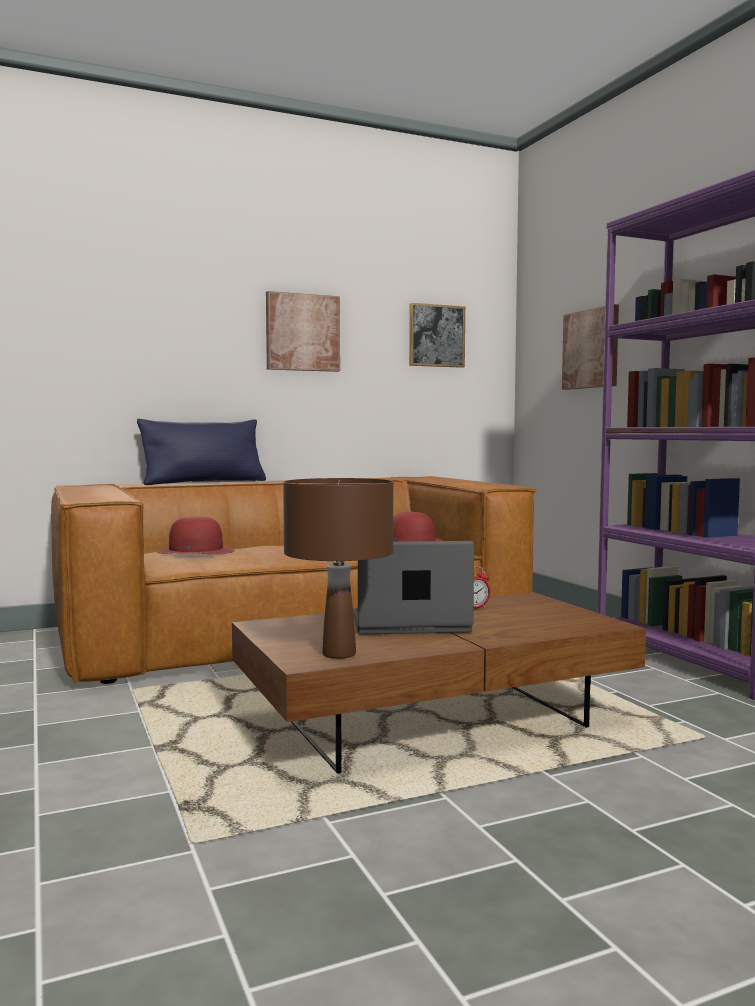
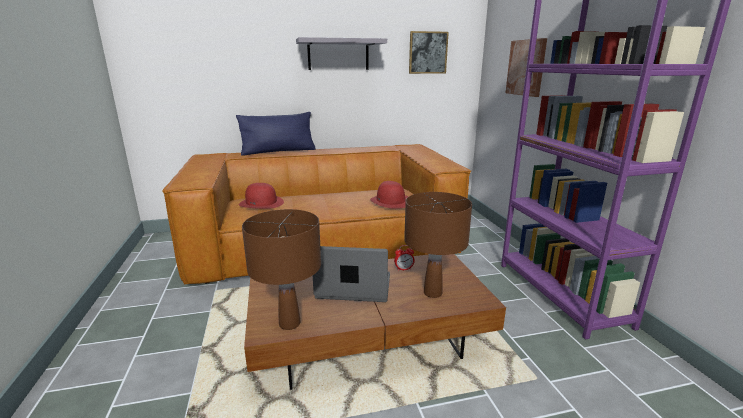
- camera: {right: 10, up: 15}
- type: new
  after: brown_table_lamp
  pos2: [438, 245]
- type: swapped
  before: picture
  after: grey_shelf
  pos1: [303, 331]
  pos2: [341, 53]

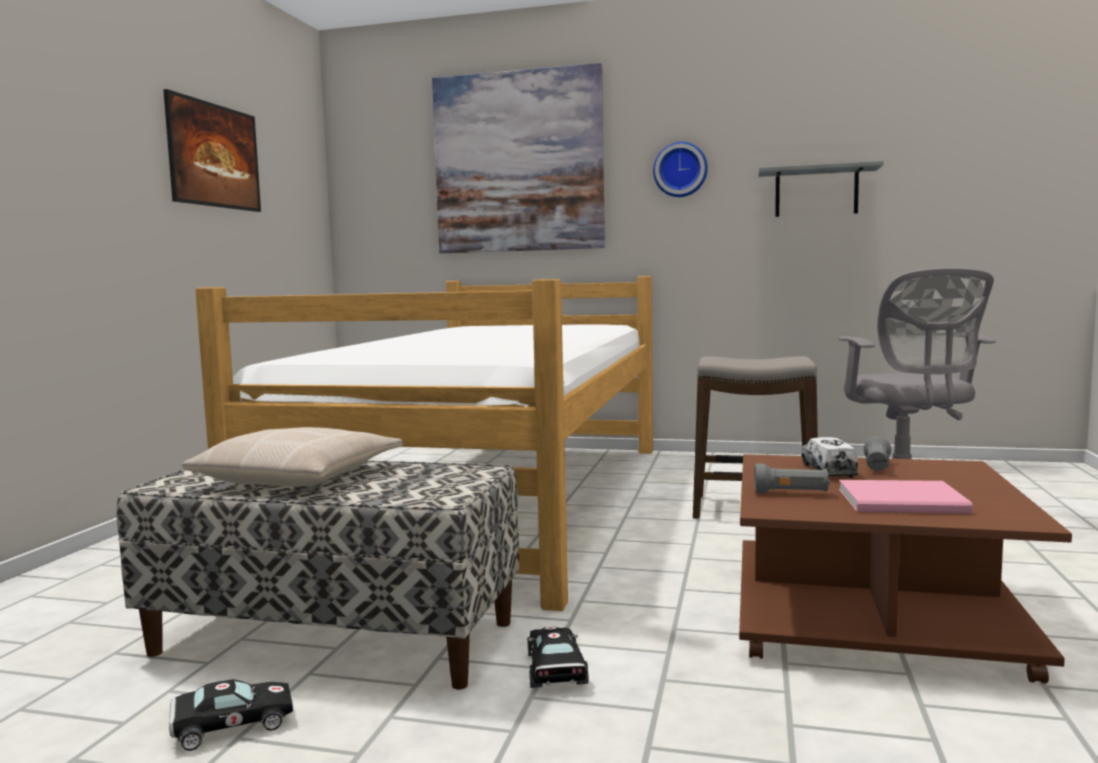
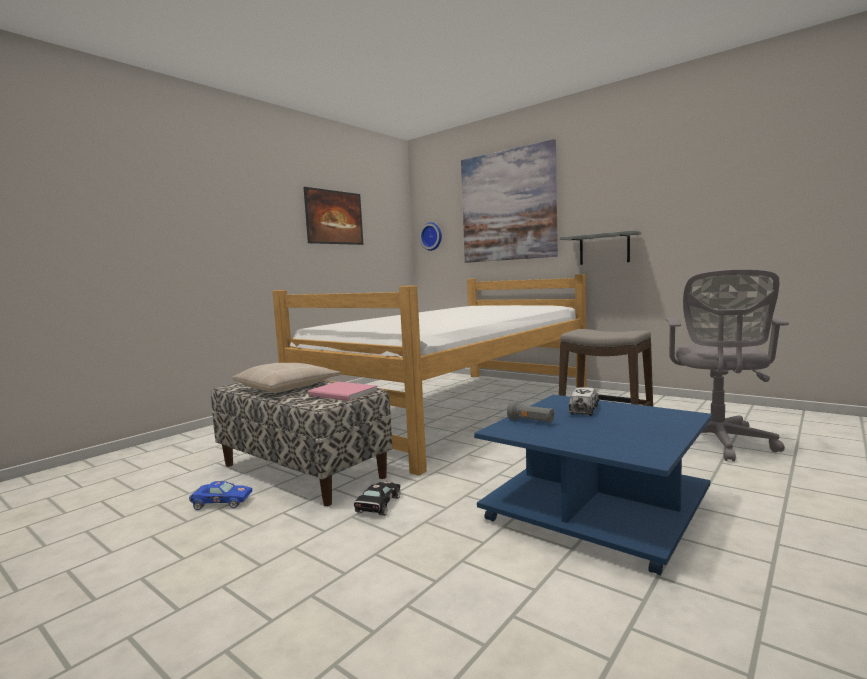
- camera: {right: 25, up: 0}
- type: gone
  before: grey_flashlight
  pos1: [877, 453]
- type: shifted
  before: wall_clock
  pos1: [680, 169]
  pos2: [430, 236]
- type: shifted
  before: grey_shelf
  pos1: [821, 189]
  pos2: [600, 248]
- type: shifted
  before: pink_book
  pos1: [906, 497]
  pos2: [342, 391]
- type: repainted
  before: black_toy_car
  after: blue_toy_car
  pos1: [231, 715]
  pos2: [220, 495]
- type: repainted
  before: brown_coffee_table
  after: blue_coffee_table
  pos1: [905, 569]
  pos2: [593, 485]

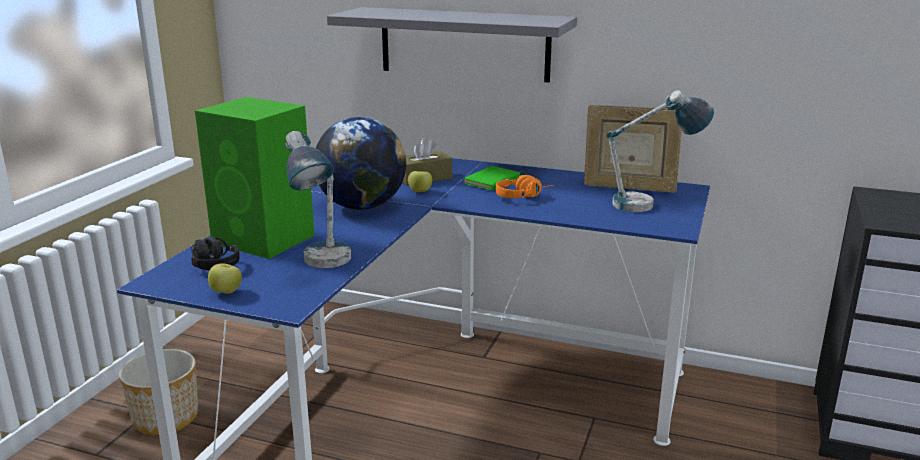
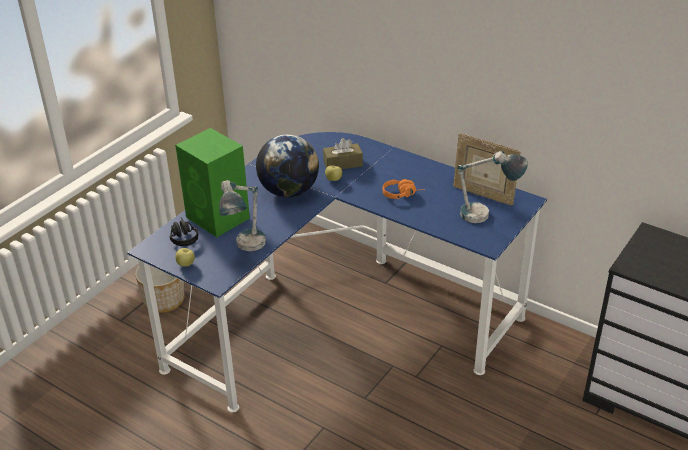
- camera: {right: 15, up: 15}
- type: gone
  before: grey_shelf
  pos1: [452, 45]
- type: gone
  before: green_book
  pos1: [496, 178]

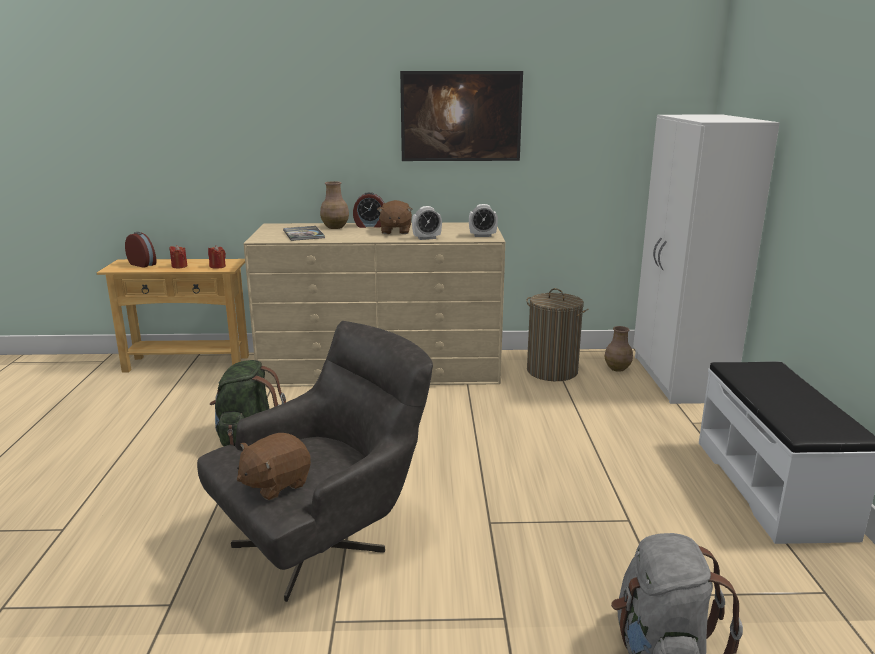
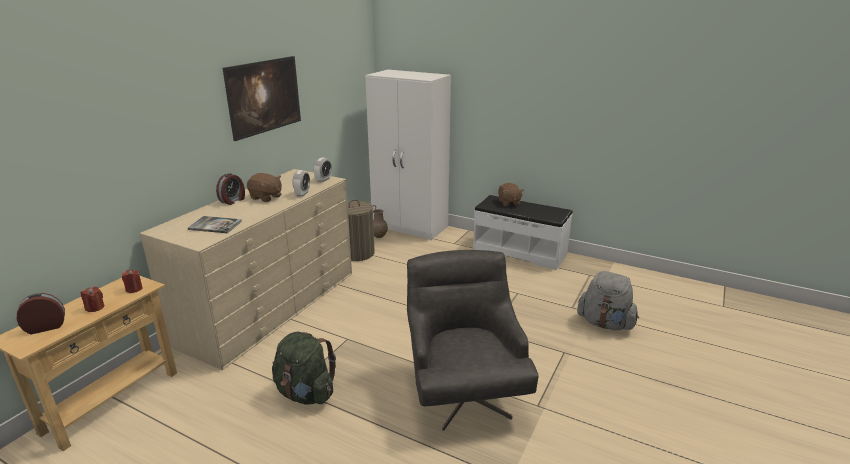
- camera: {right: -60, up: 5}
- type: gone
  before: brown_vase
  pos1: [334, 205]
- type: shifted
  before: brown_plush_toy
  pos1: [274, 466]
  pos2: [511, 194]

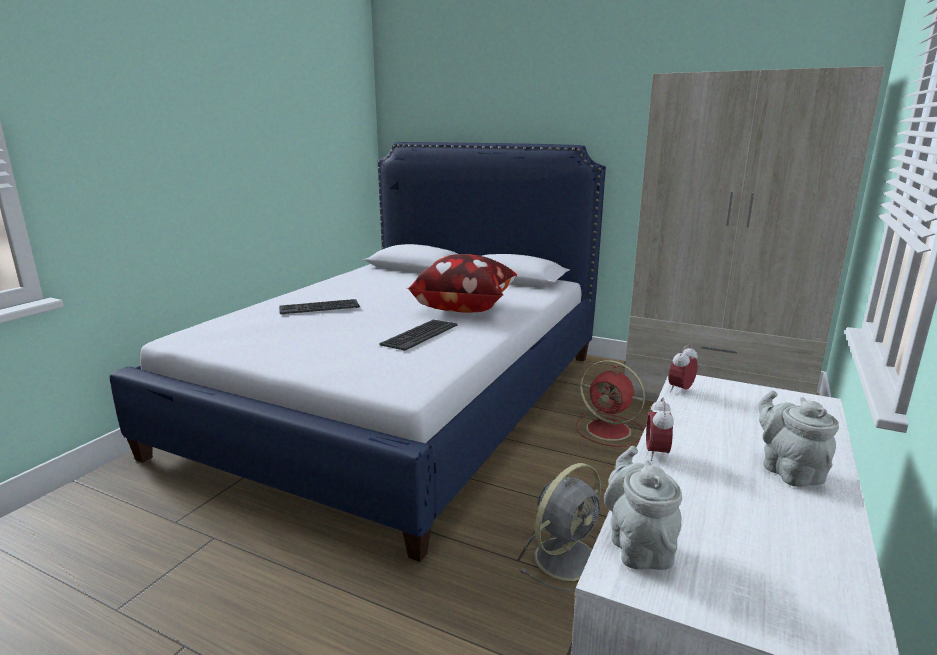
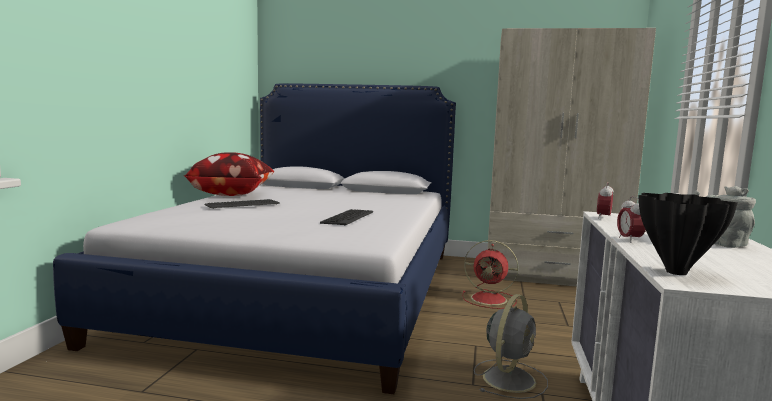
- camera: {right: -15, up: -10}
- type: shifted
  before: pillow
  pos1: [462, 283]
  pos2: [229, 174]
- type: swapped
  before: grey_teapot
  after: black_vase
  pos1: [643, 508]
  pos2: [688, 234]

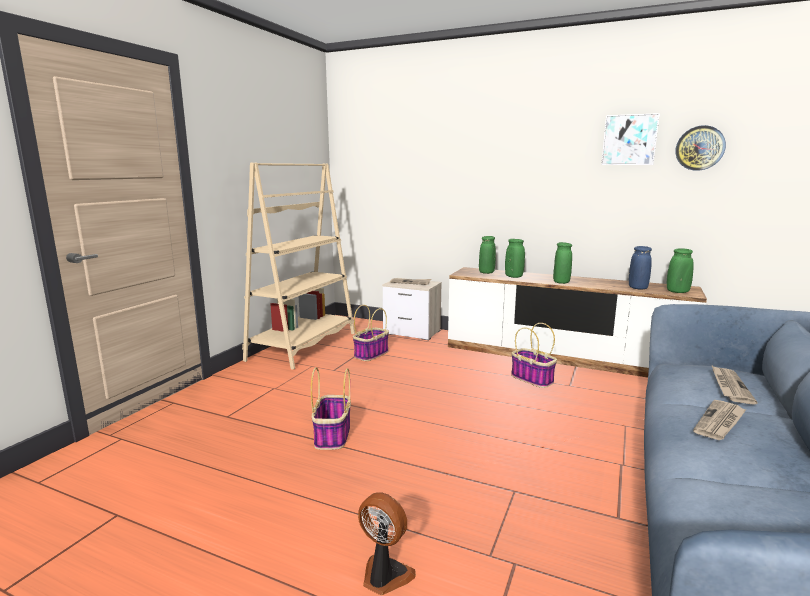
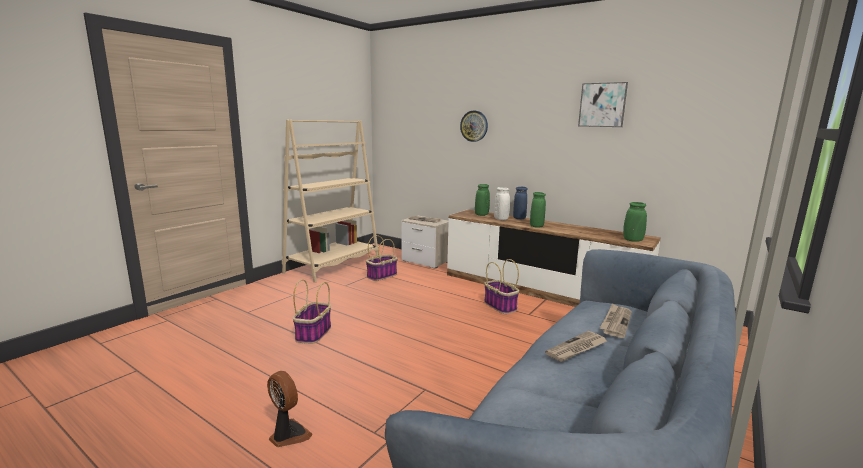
- camera: {right: 10, up: 0}
- type: shifted
  before: blue_vase
  pos1: [640, 268]
  pos2: [520, 203]
- type: shifted
  before: wall_clock
  pos1: [700, 148]
  pos2: [474, 126]
- type: repainted
  before: green_vase
  after: white_vase
  pos1: [515, 258]
  pos2: [502, 203]

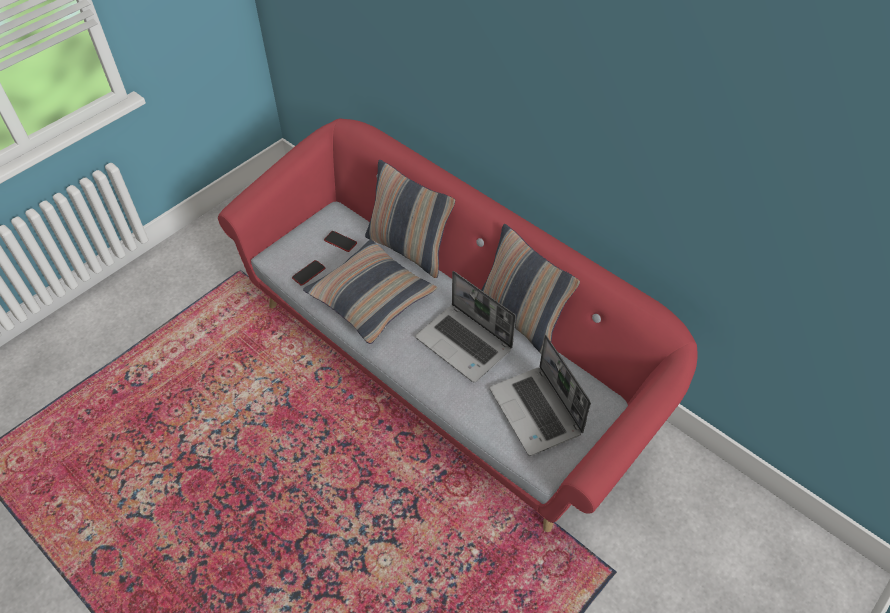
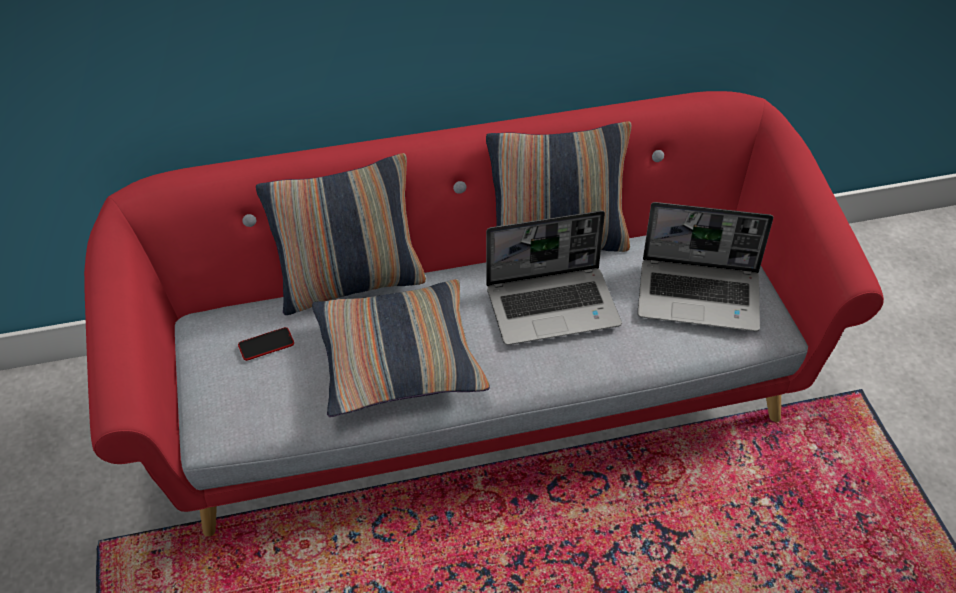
- camera: {right: -55, up: -5}
- type: gone
  before: phone
  pos1: [308, 273]

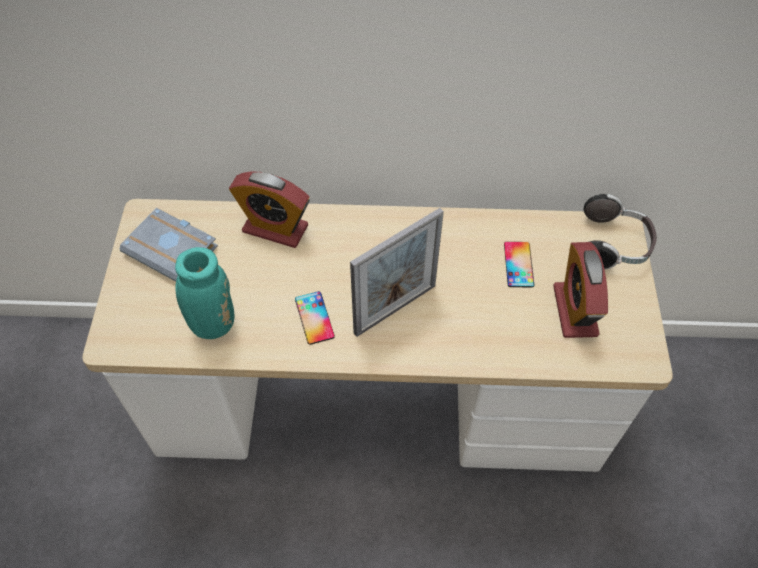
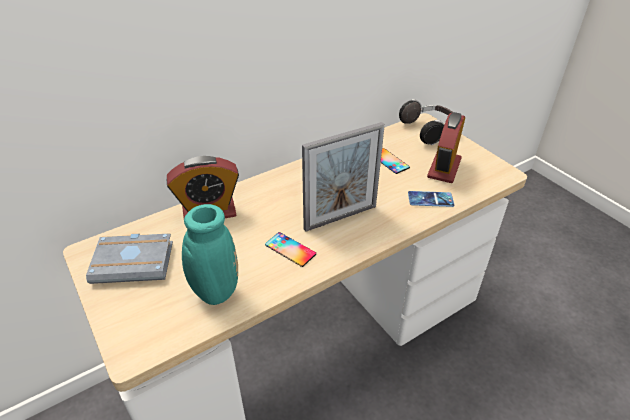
- camera: {right: -35, up: -15}
- type: new
  after: phone
  pos2: [431, 199]
- type: rotated
  before: picture_frame
  pos1: [397, 272]
  pos2: [343, 177]
  turn: 45
- type: rotated
  before: alarm_clock
  pos1: [580, 290]
  pos2: [446, 147]
  turn: 60

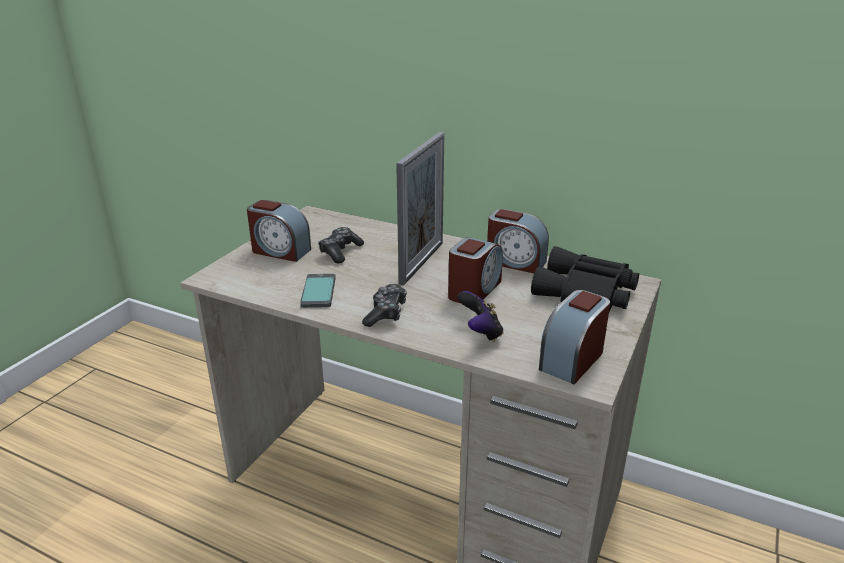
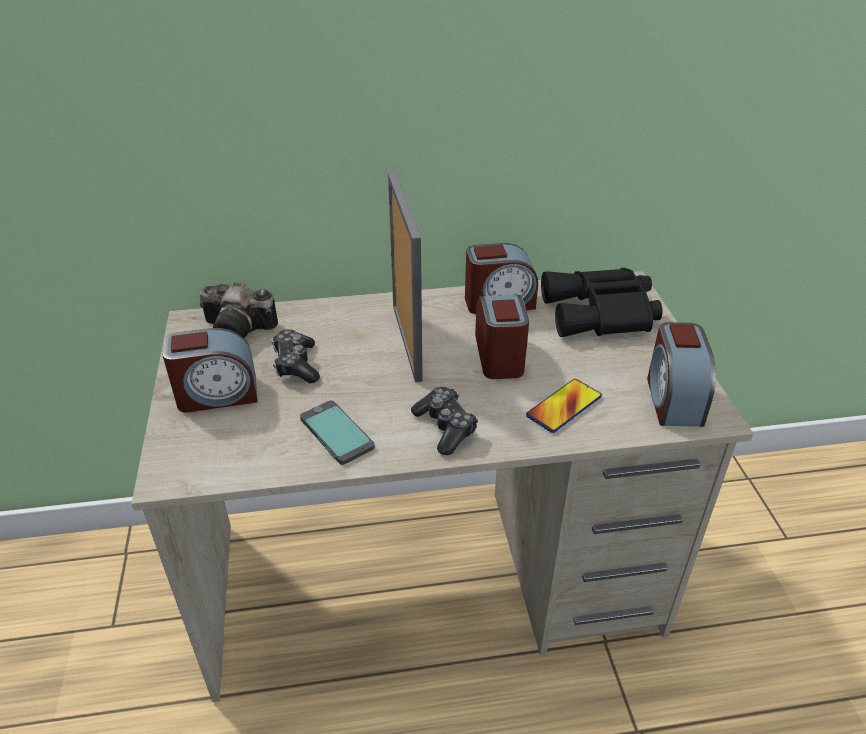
- camera: {right: -35, up: 10}
- type: new
  after: photo_camera
  pos2: [239, 310]
- type: swapped
  before: game_controller
  after: phone
  pos1: [480, 316]
  pos2: [564, 406]

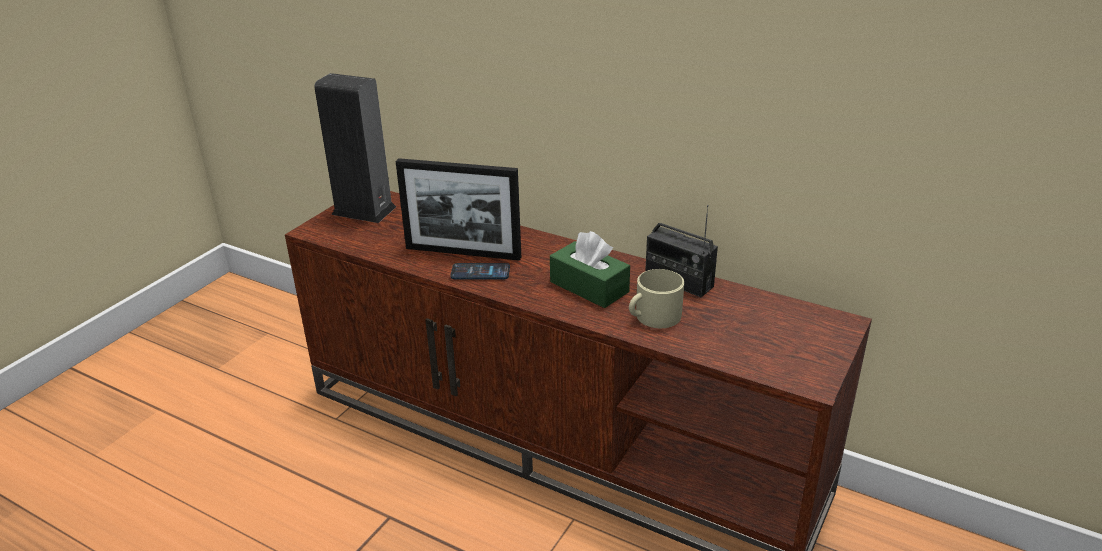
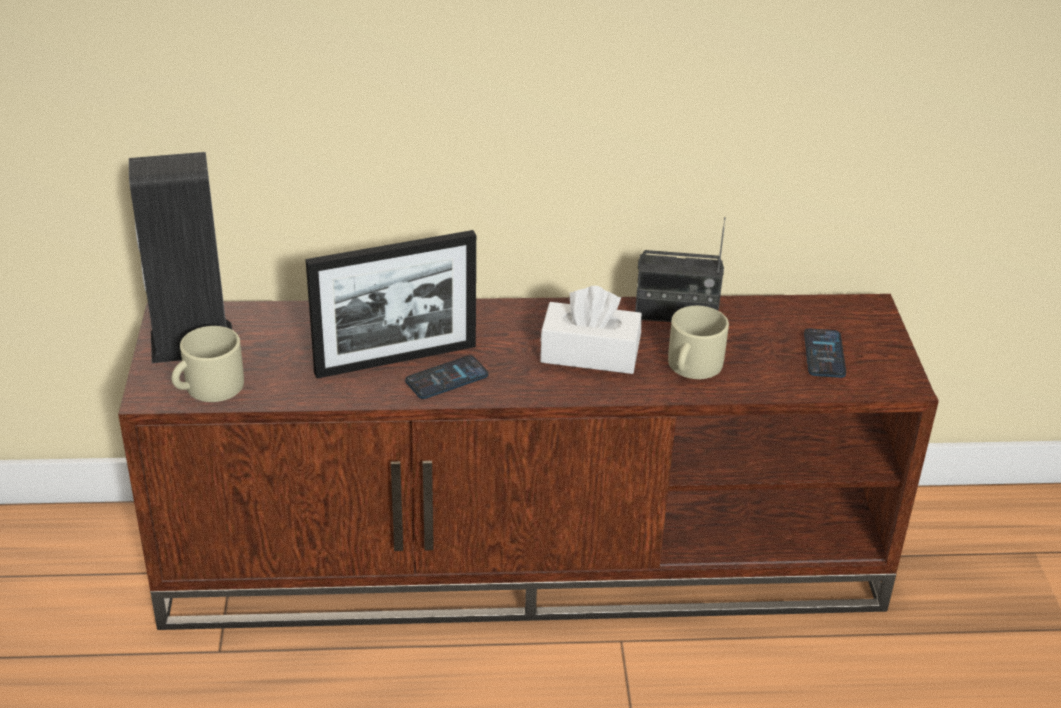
- camera: {right: -35, up: 5}
- type: new
  after: beige_mug
  pos2: [207, 364]
- type: new
  after: phone
  pos2: [825, 353]
- type: repainted
  before: green_tissue_box
  after: white_tissue_box
  pos1: [590, 269]
  pos2: [591, 330]

